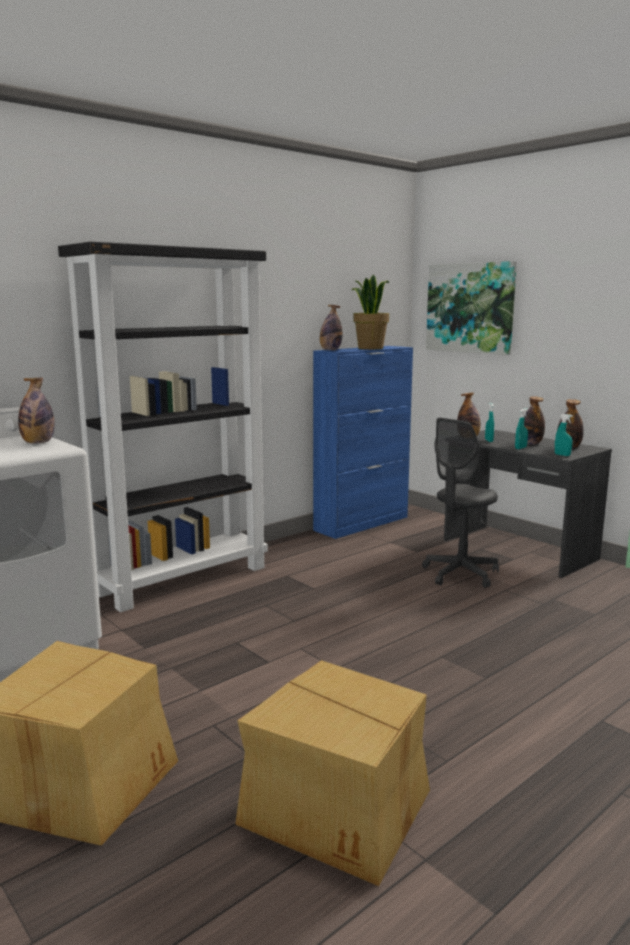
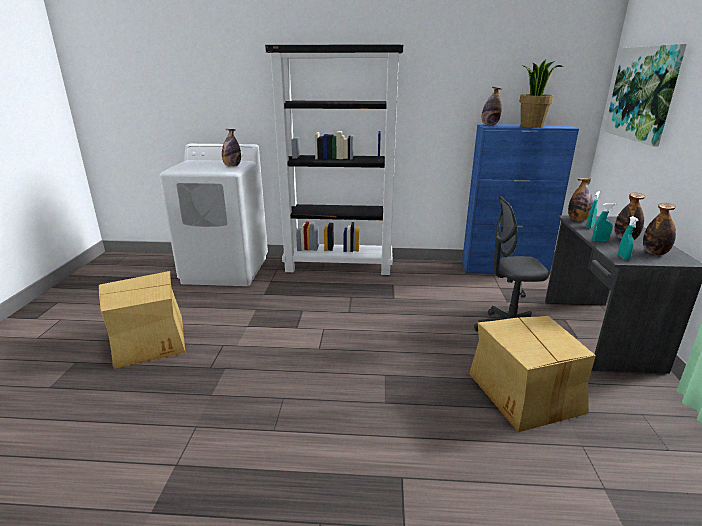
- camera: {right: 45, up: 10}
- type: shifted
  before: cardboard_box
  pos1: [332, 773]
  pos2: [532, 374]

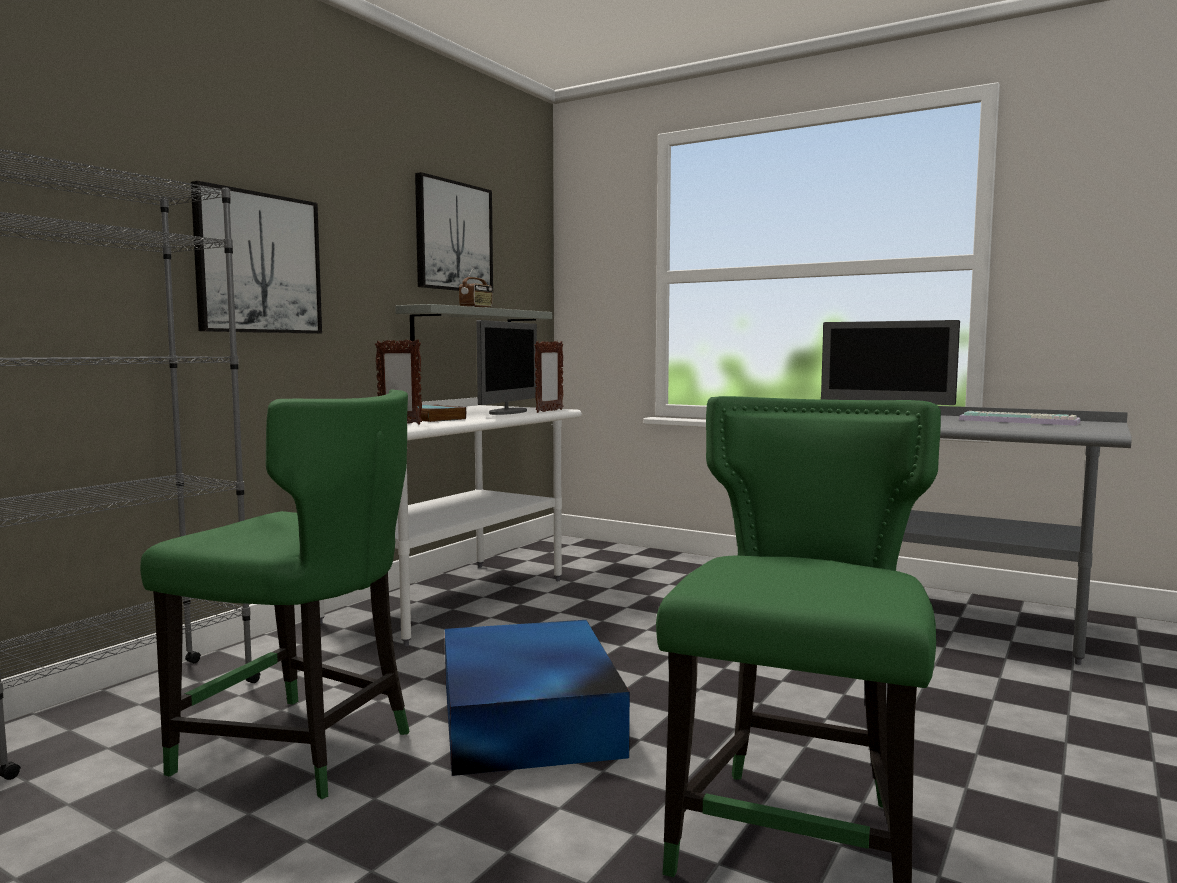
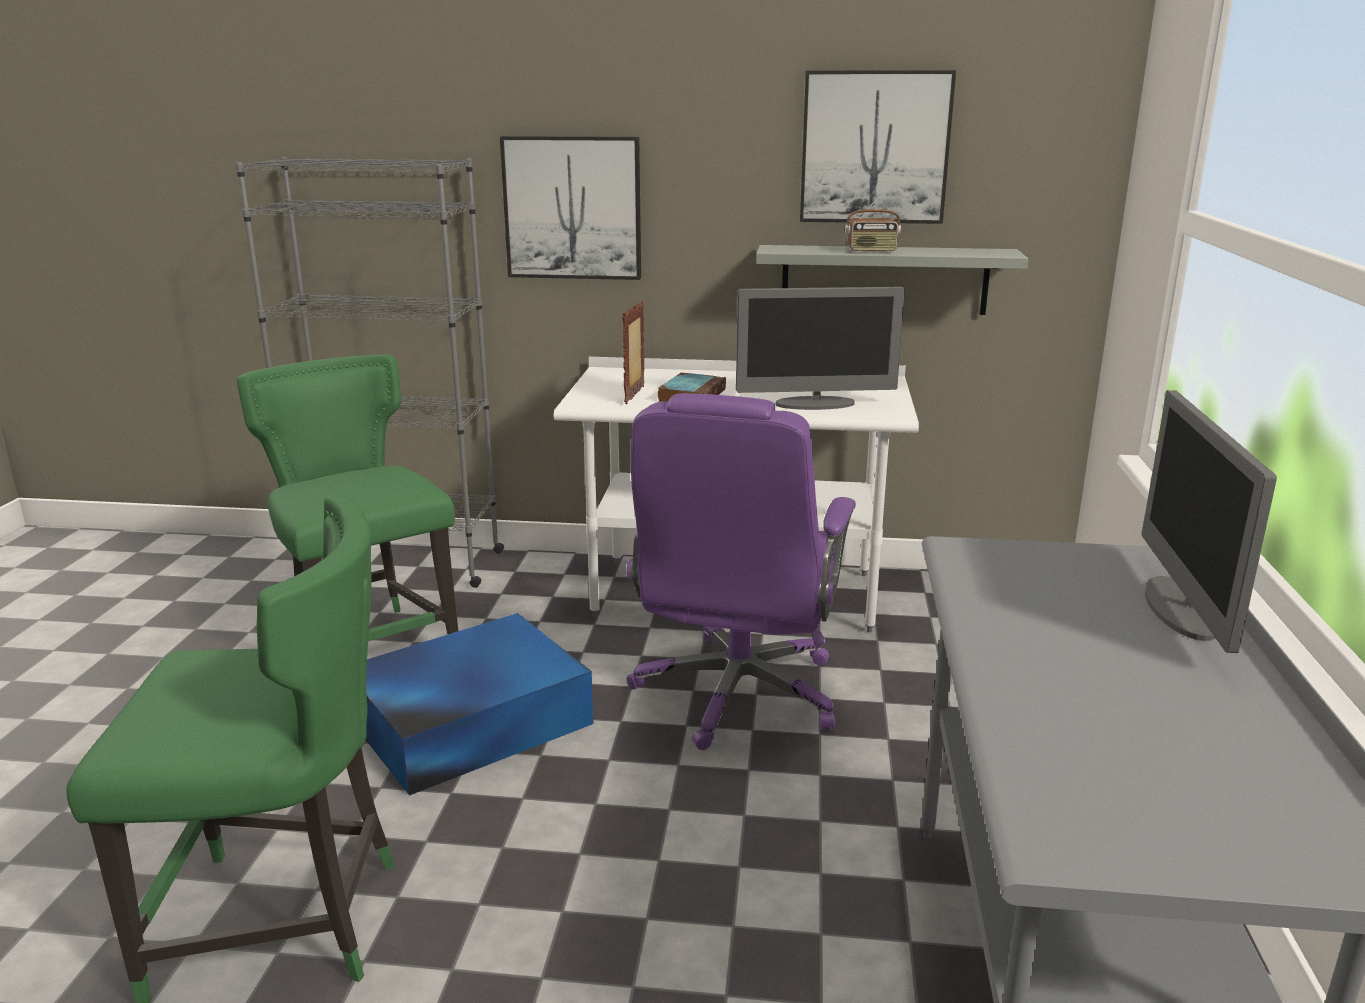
- camera: {right: 65, up: 15}
- type: gone
  before: picture_frame
  pos1: [549, 377]
- type: gone
  before: keyboard
  pos1: [1020, 418]
- type: new
  after: purple_office_chair
  pos2: [741, 571]
- type: rotated
  before: green_chair
  pos1: [274, 594]
  pos2: [347, 497]
  turn: 150

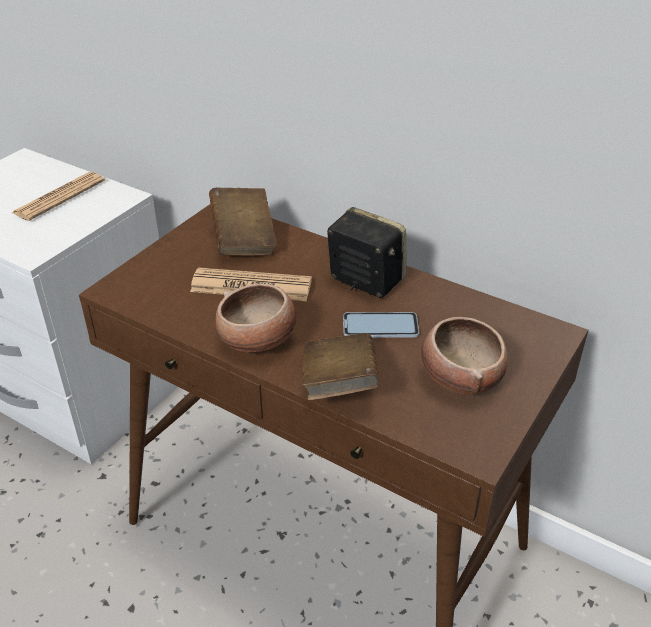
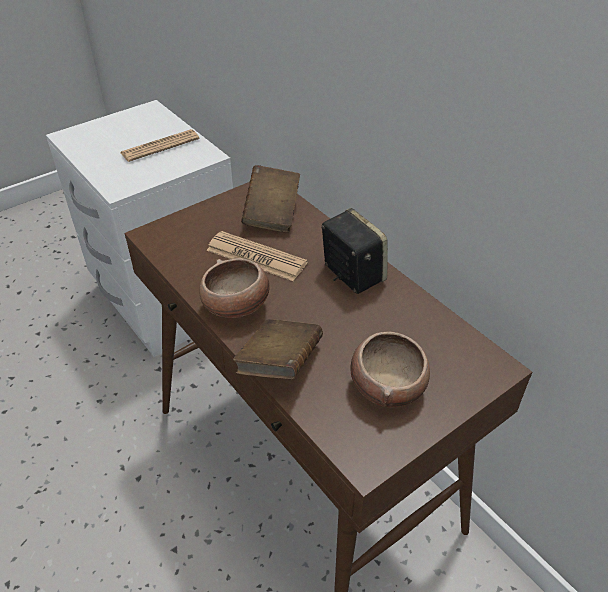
- camera: {right: 20, up: 5}
- type: gone
  before: phone
  pos1: [381, 325]

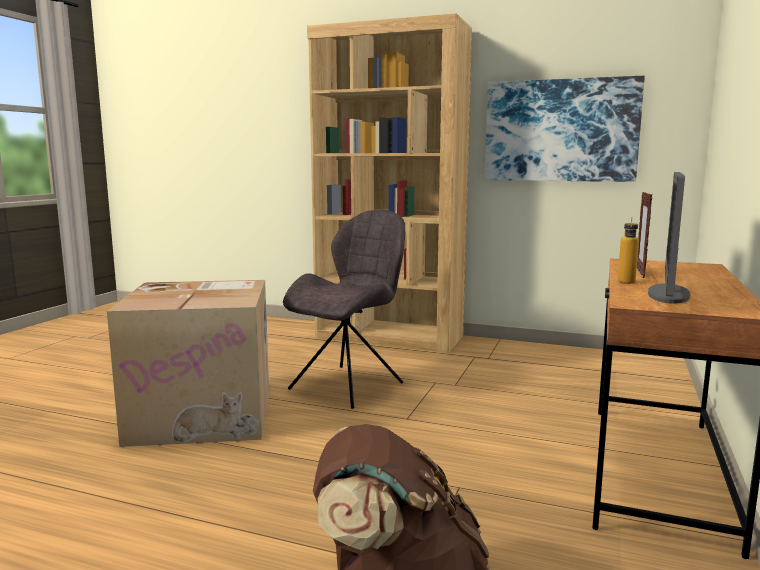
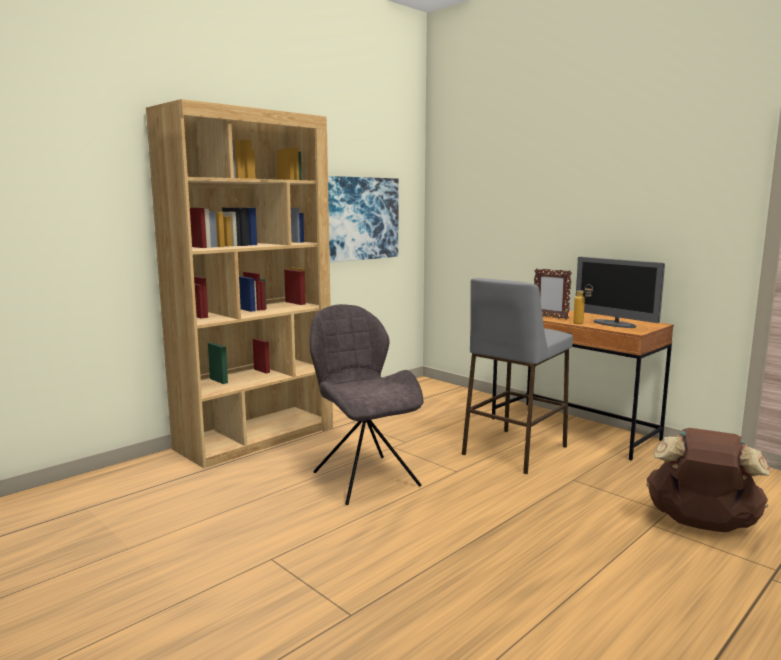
- camera: {right: -65, up: 0}
- type: gone
  before: cardboard_box
  pos1: [188, 363]
- type: new
  after: grey_stool
  pos2: [517, 376]

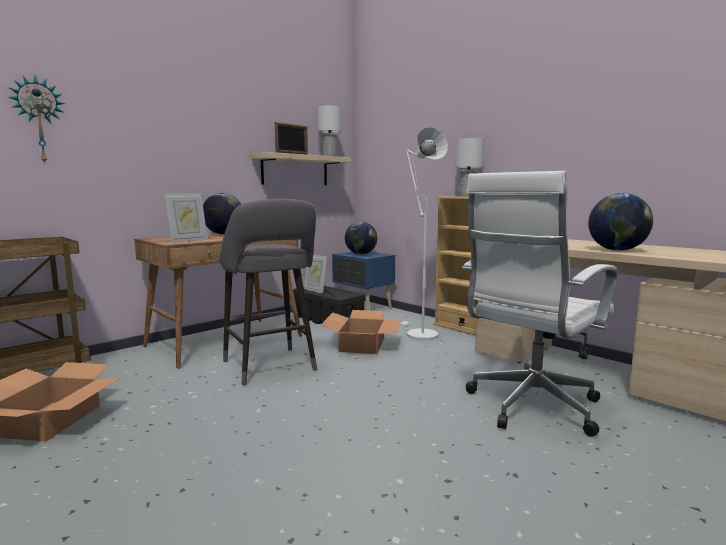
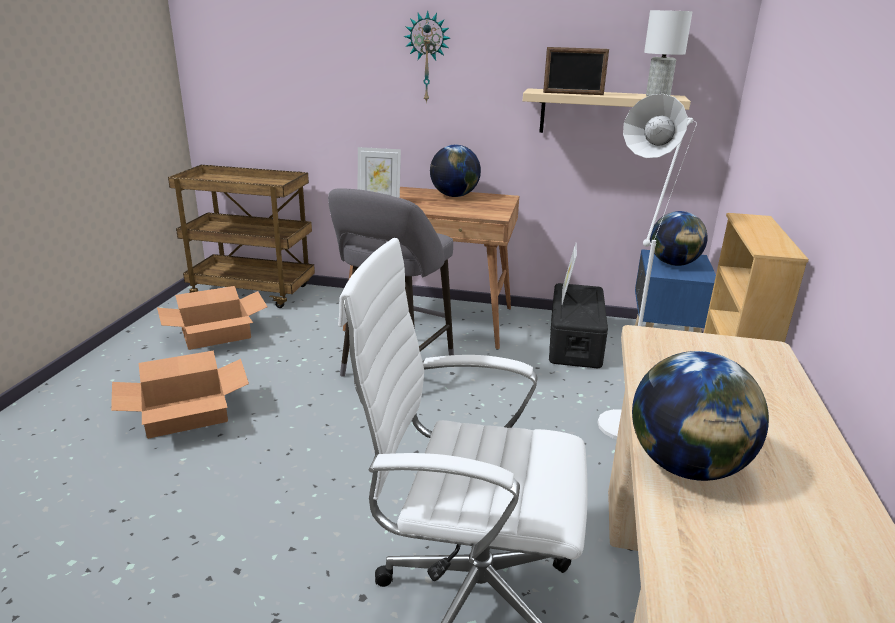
- camera: {right: 55, up: 15}
- type: gone
  before: white_table_lamp
  pos1: [469, 167]
- type: shifted
  before: wall_clock
  pos1: [36, 120]
  pos2: [427, 57]
- type: shifted
  before: cardboard_box
  pos1: [361, 332]
  pos2: [180, 394]

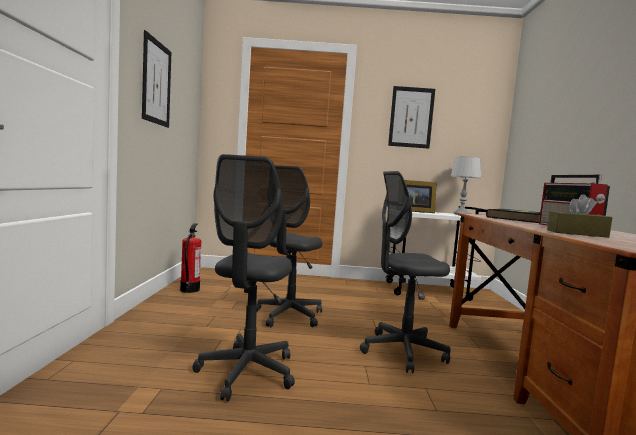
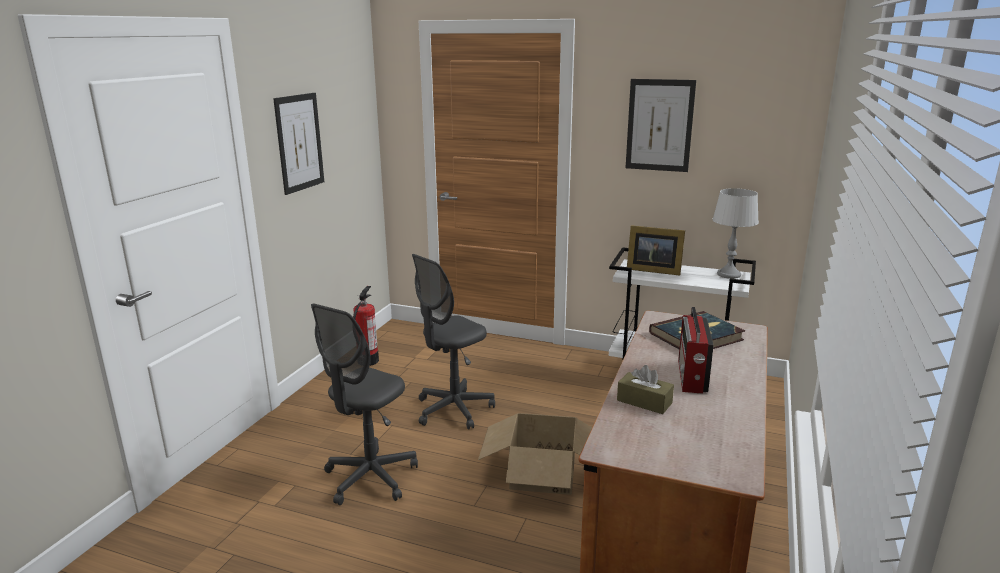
- camera: {right: 20, up: 15}
- type: swapped
  before: grey_office_chair
  after: cardboard_box
  pos1: [405, 272]
  pos2: [535, 454]

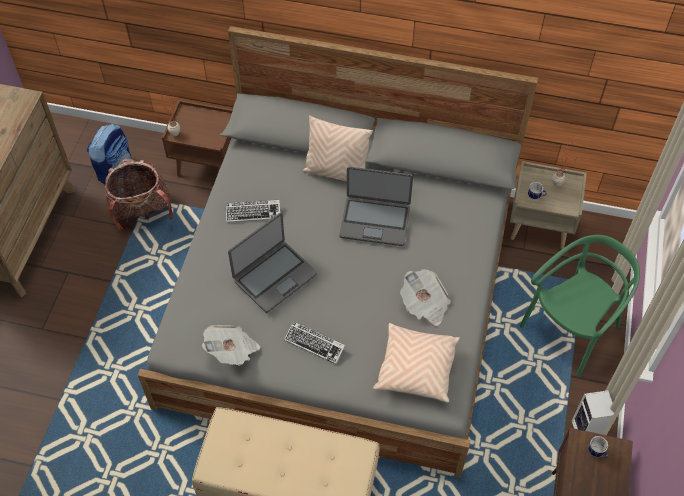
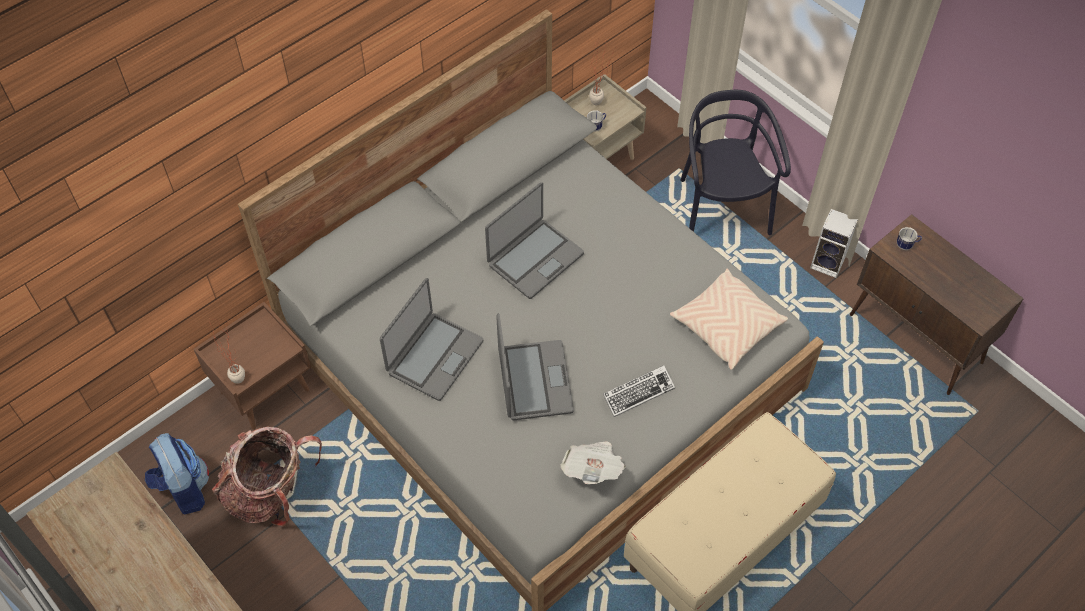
- camera: {right: -55, up: 0}
- type: gone
  before: beige_pillow
  pos1: [338, 148]
- type: gone
  before: newspaper
  pos1: [425, 297]
- type: swapped
  before: keyboard
  after: laptop
  pos1: [252, 211]
  pos2: [431, 339]
- type: repainted
  before: green_chair
  after: black_chair
  pos1: [580, 306]
  pos2: [735, 162]

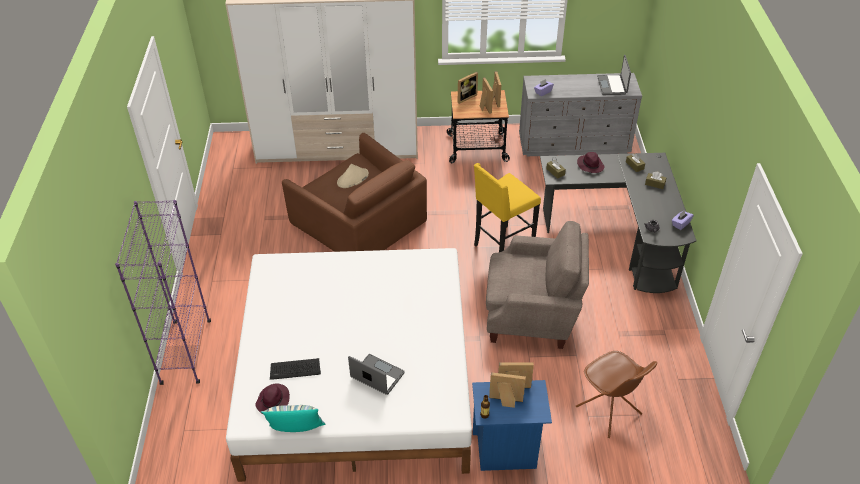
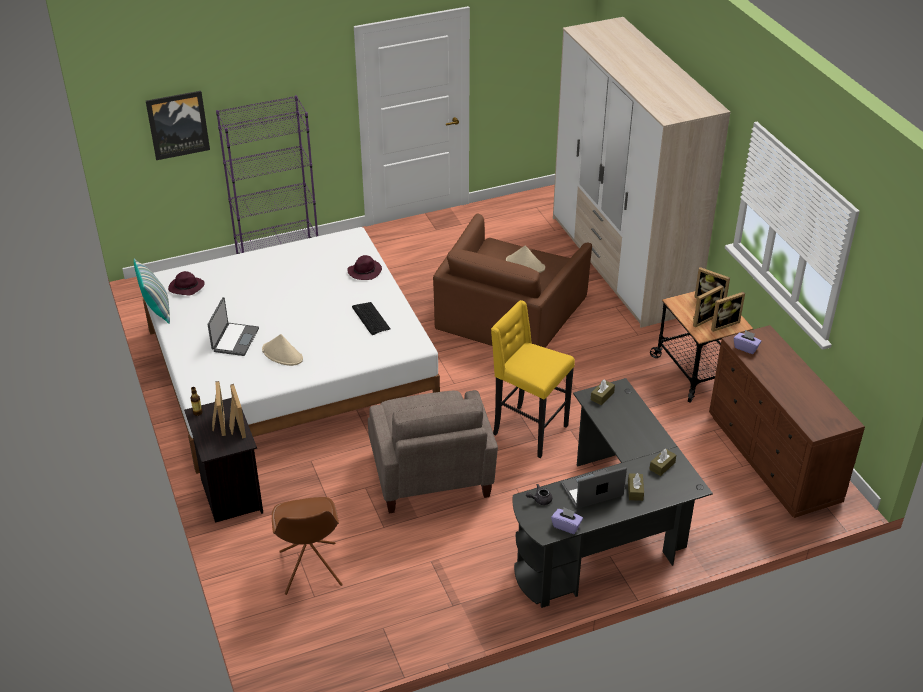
- camera: {right: 70, up: -5}
- type: new
  after: picture
  pos2: [178, 125]
- type: new
  after: beige_hat
  pos2: [282, 350]
- type: shifted
  before: keyboard
  pos1: [295, 369]
  pos2: [371, 318]
- type: shifted
  before: purple_hat
  pos1: [590, 162]
  pos2: [364, 267]
- type: shifted
  before: laptop
  pos1: [614, 75]
  pos2: [594, 488]
- type: repainted
  before: blue_nightstand
  after: black_nightstand
  pos1: [512, 425]
  pos2: [223, 460]
- type: repainted
  before: grey_dresser
  after: brown_dresser
  pos1: [580, 114]
  pos2: [787, 421]
- type: rotated
  before: brown_chair
  pos1: [616, 394]
  pos2: [307, 546]
  turn: -45

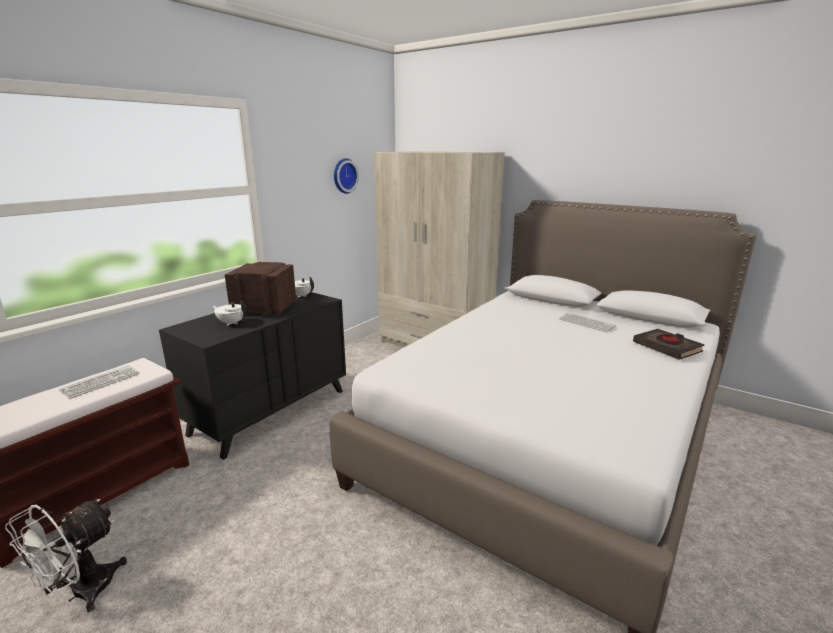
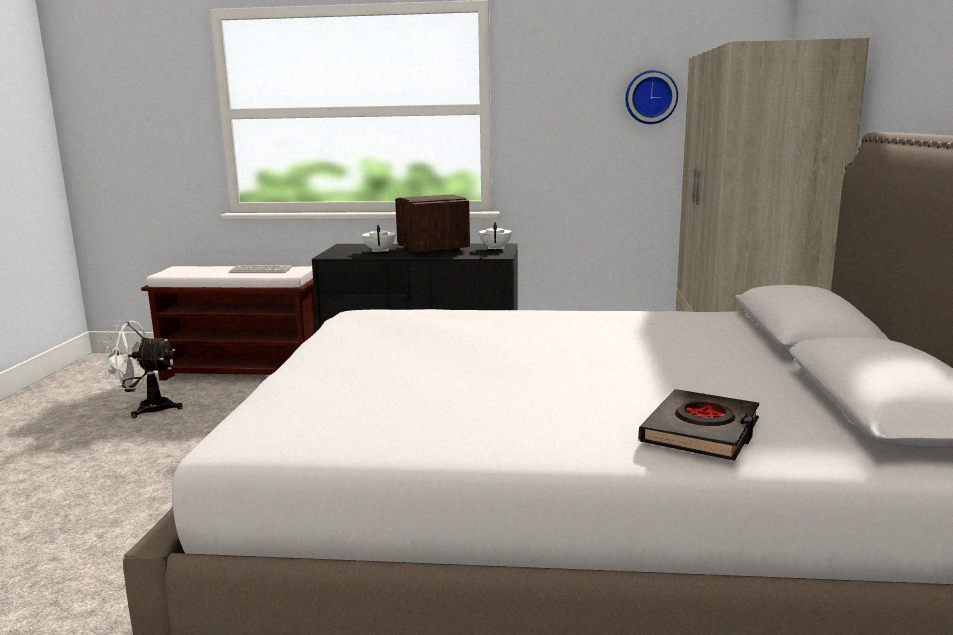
- camera: {right: 60, up: -5}
- type: gone
  before: keyboard
  pos1: [587, 322]

